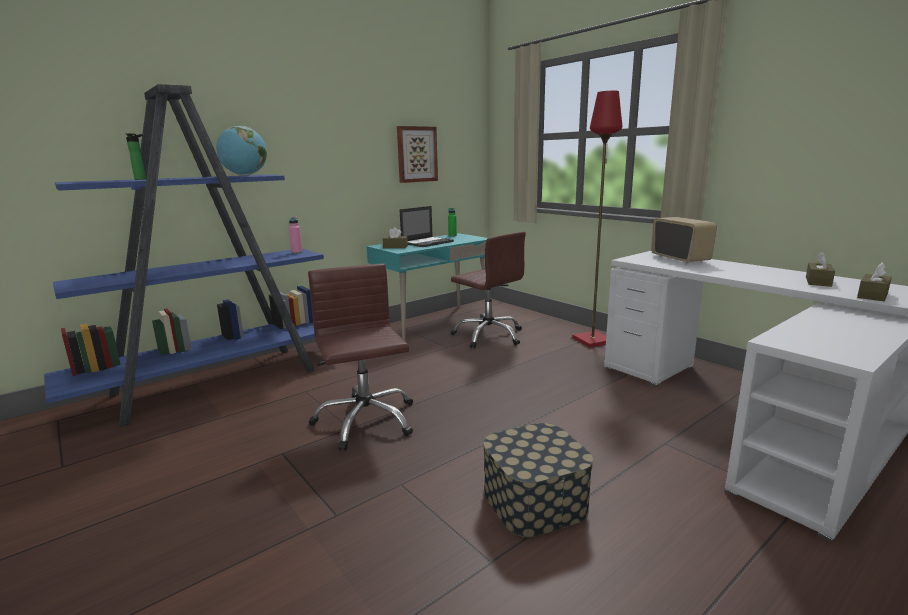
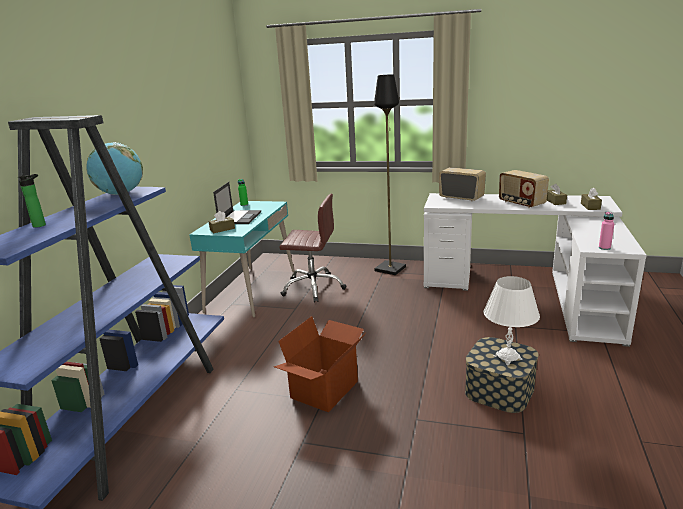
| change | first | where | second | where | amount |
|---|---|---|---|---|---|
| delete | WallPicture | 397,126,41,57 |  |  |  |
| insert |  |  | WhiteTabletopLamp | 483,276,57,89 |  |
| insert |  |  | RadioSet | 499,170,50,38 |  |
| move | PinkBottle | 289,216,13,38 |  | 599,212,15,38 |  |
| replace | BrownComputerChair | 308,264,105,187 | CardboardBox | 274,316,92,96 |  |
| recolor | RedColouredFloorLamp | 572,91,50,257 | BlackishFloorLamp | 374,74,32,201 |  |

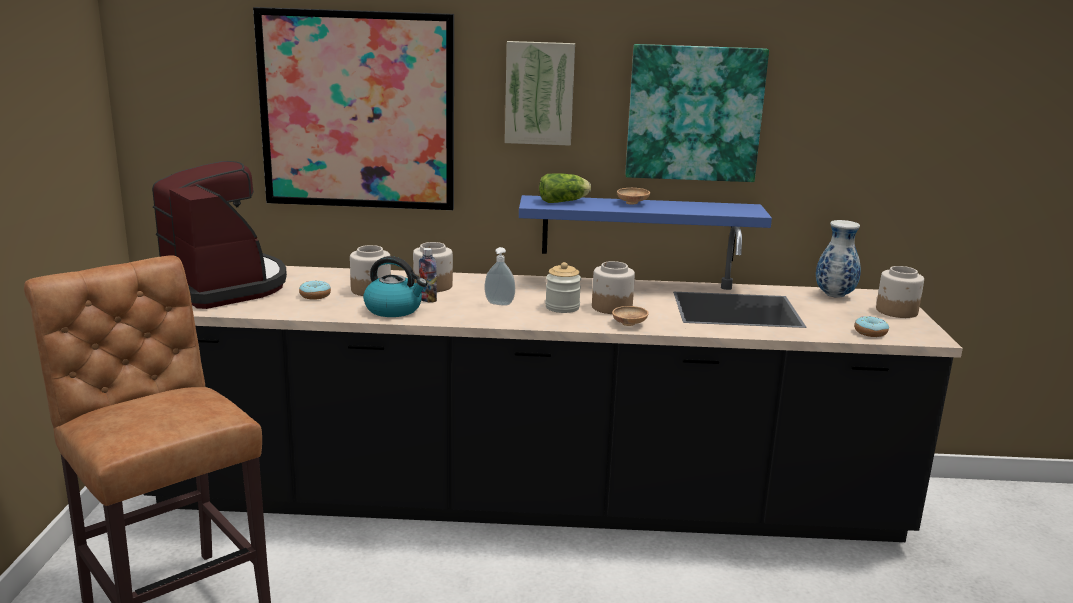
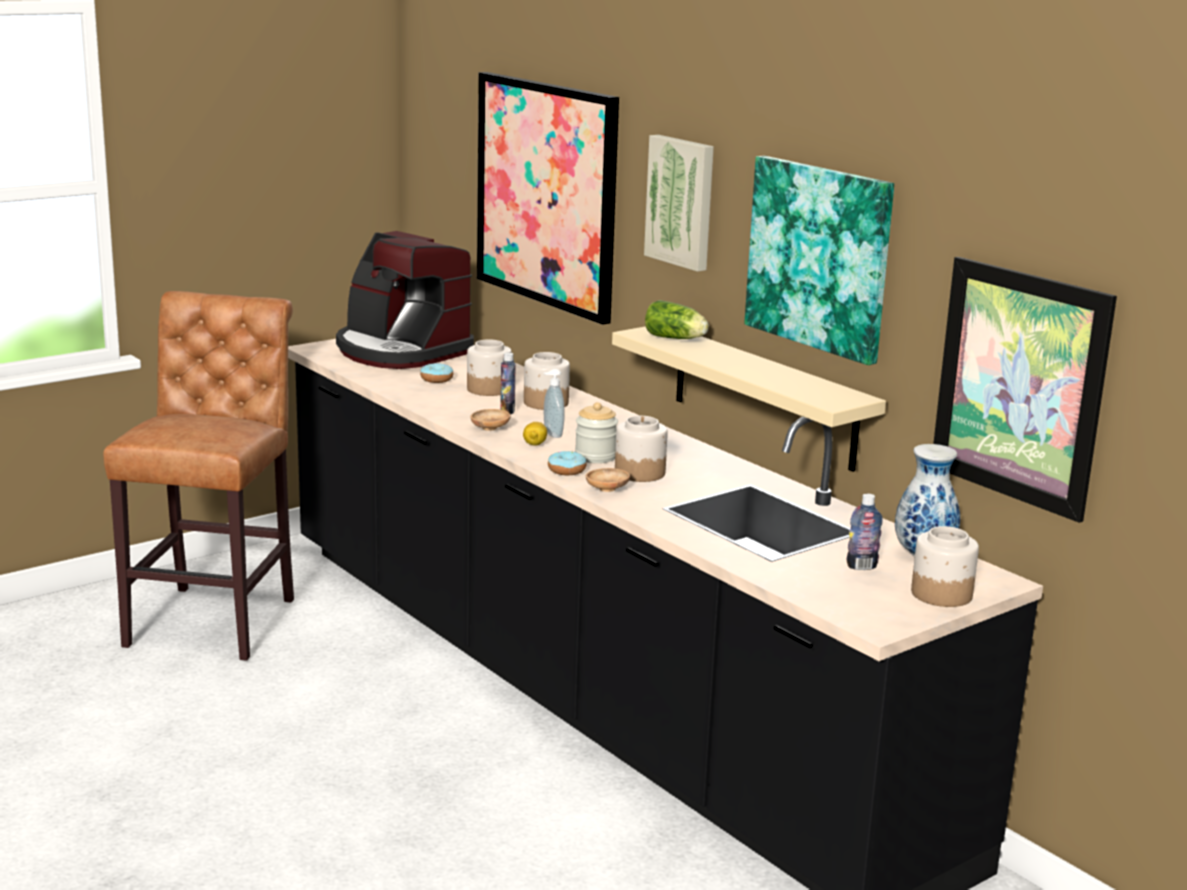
| change | first | where | second | where | amount |
|---|---|---|---|---|---|
| delete | TeaKettle | 363,256,64,61 |  |  |  |
| insert |  |  | Lemon | 523,422,24,24 |  |
| insert |  |  | Bottle | 847,494,36,76 |  |
| insert |  |  | WallPicture | 933,257,184,266 |  |
| move | BrownBowl | 617,188,33,17 |  | 470,409,41,22 |  |
| move | Donut | 854,316,35,21 |  | 548,451,38,24 |  |
| recolor | BlueColouredShelf | 519,195,253,66 | BeigeColouredShelf | 612,326,274,146 |  |
| rotate | CoffeeMaker | 152,161,135,148 |  | 336,231,138,138 | 120 degrees clockwise |

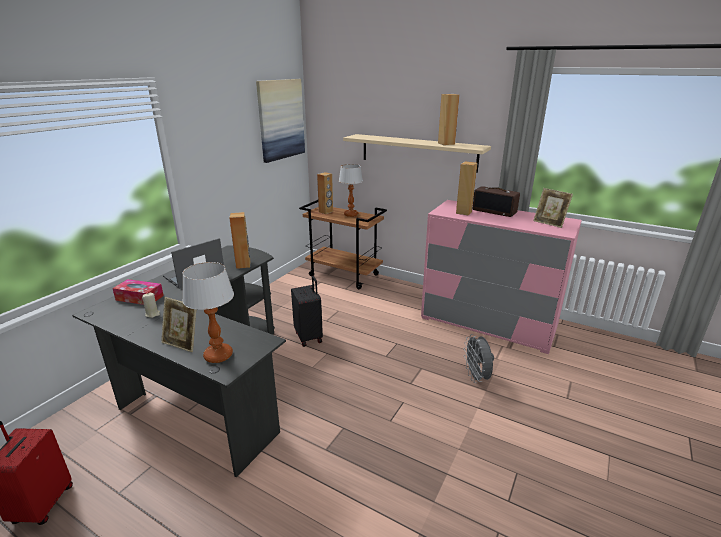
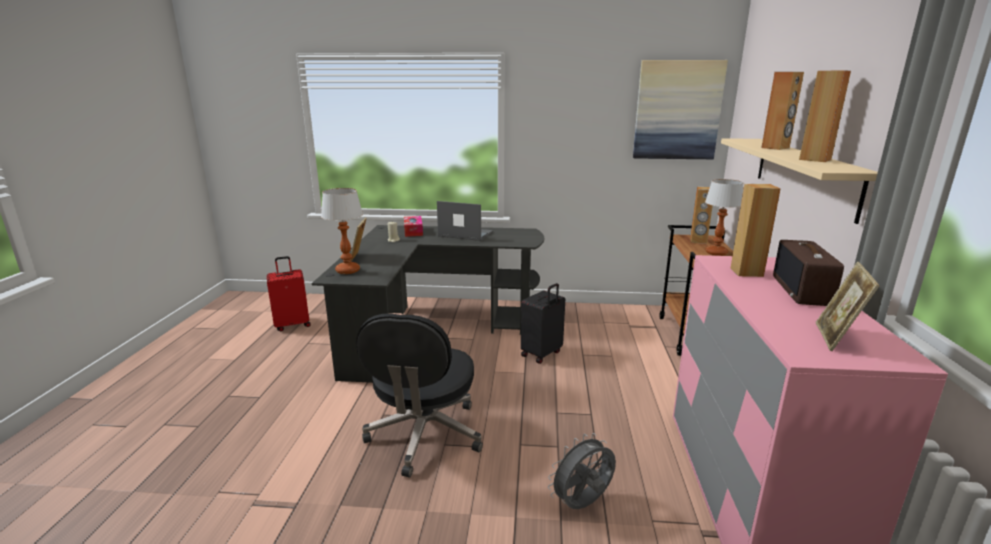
| change | first | where | second | where | amount |
|---|---|---|---|---|---|
| insert |  |  | BlackishComputerChair | 356,313,127,165 |  |
| move | BrownSpeaker | 229,212,21,57 |  | 761,72,43,78 |  |

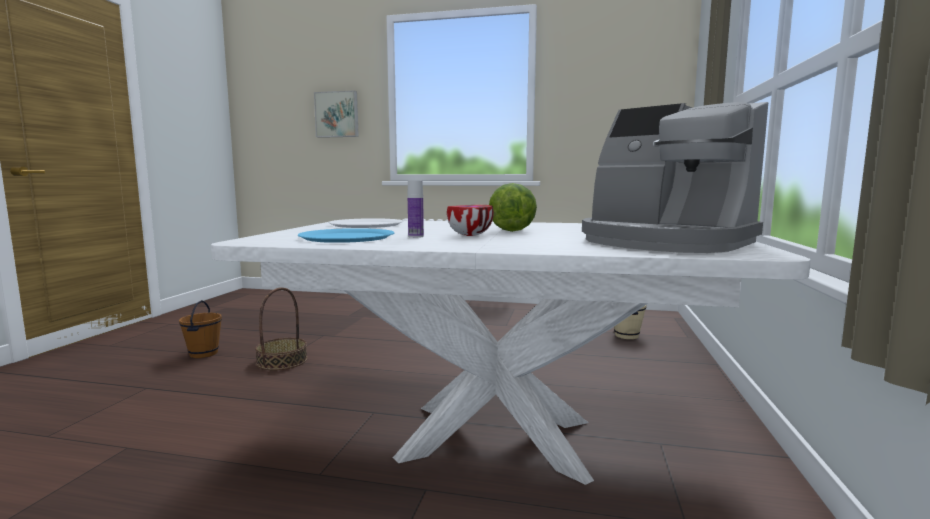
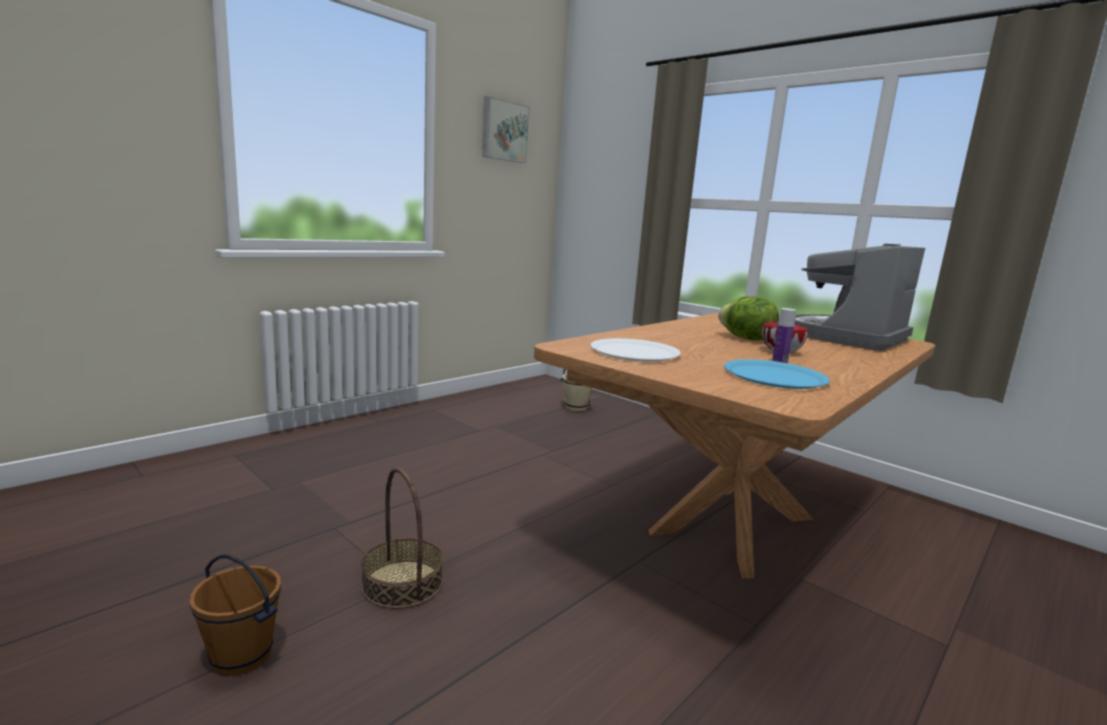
| change | first | where | second | where | amount |
|---|---|---|---|---|---|
| move | WallPicture | 314,90,45,48 |  | 482,96,48,67 |  |
| recolor | WhiteDiningTable | 211,220,600,265 | BrownDiningTable | 534,313,401,265 |  |
| rotate | CoffeeMaker | 582,102,186,151 |  | 794,244,131,107 | 150 degrees clockwise |

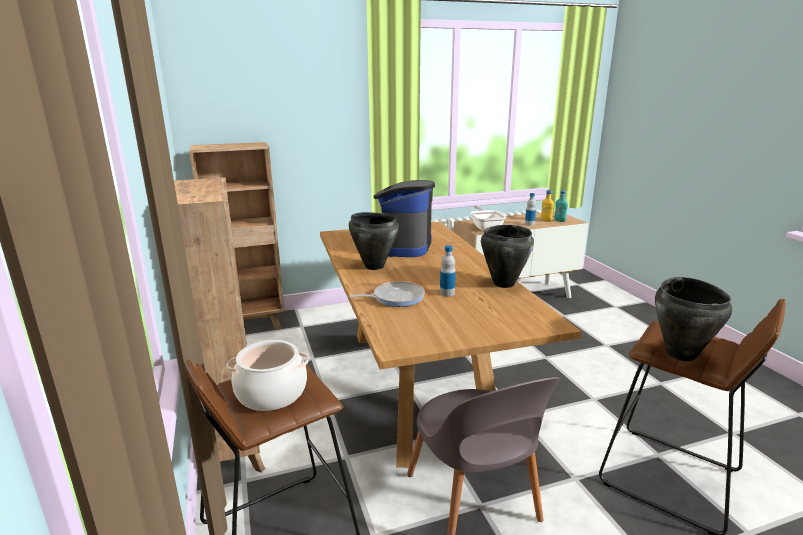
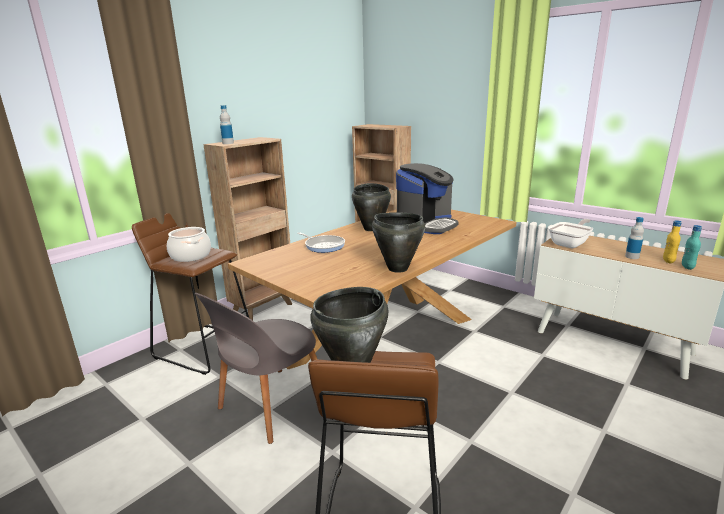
| change | first | where | second | where | amount |
|---|---|---|---|---|---|
| move | Bottle | 440,245,16,51 |  | 220,105,14,39 |  |
| rotate | CoffeeMaker | 373,180,62,77 |  | 396,163,63,71 | 150 degrees clockwise |

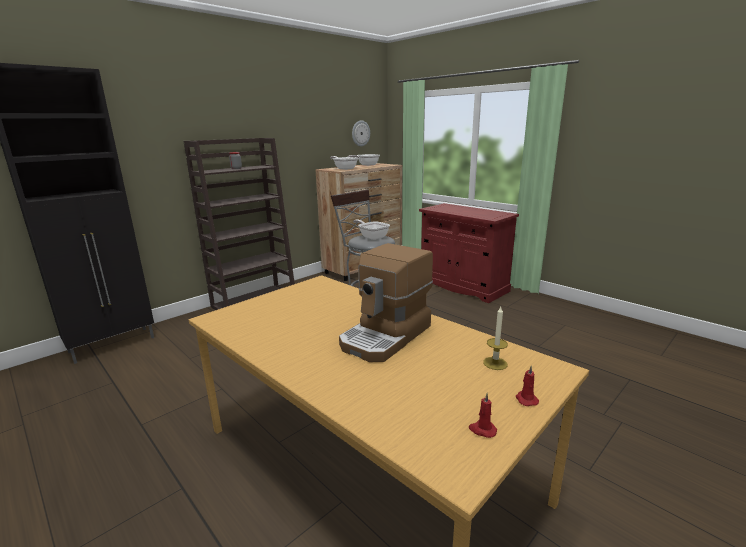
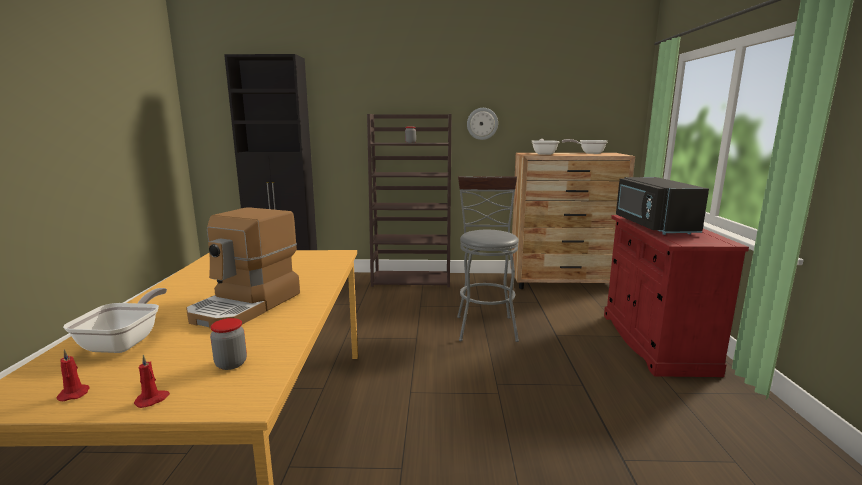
| change | first | where | second | where | amount |
|---|---|---|---|---|---|
| insert |  |  | BlackishKitchenMicrowave | 616,177,93,58 |  |
| move | HangingClock | 352,120,18,26 |  | 467,108,31,32 |  |
| move | Skillet | 353,220,37,20 |  | 63,288,104,65 |  |
| replace | WaxCandle | 483,307,25,63 | StorageJar | 210,318,37,52 |  |
| rotate | CoffeeMaker | 339,243,94,119 |  | 186,207,114,121 | 60 degrees counterclockwise |

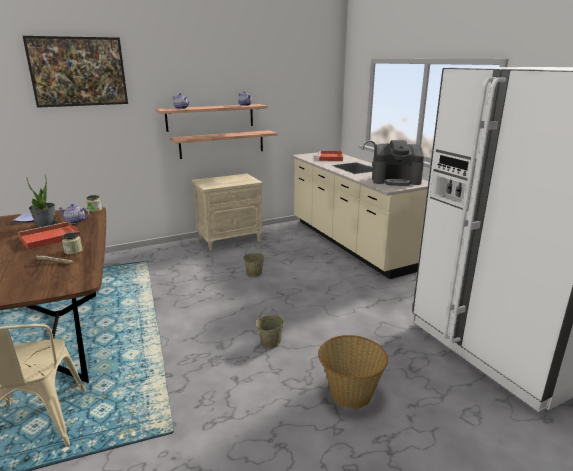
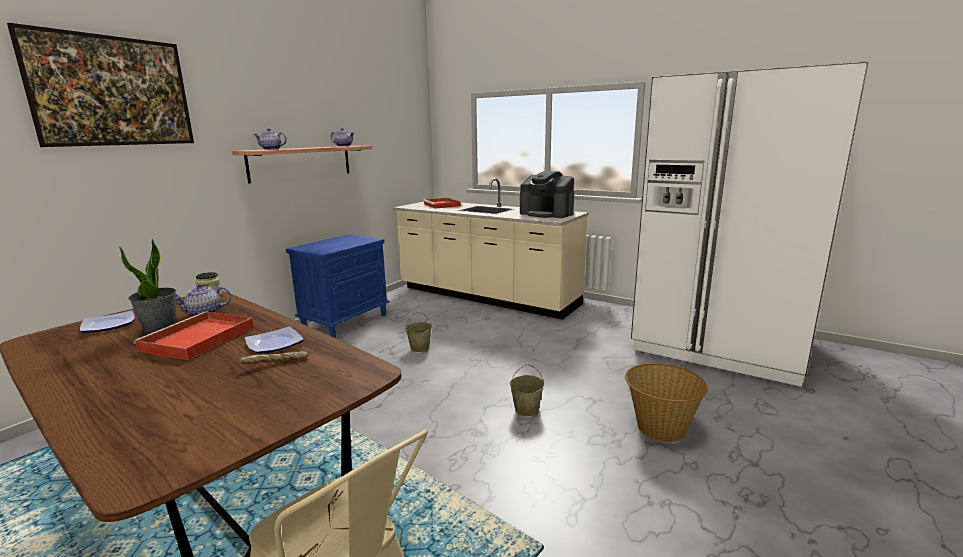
| change | first | where | second | where | amount |
|---|---|---|---|---|---|
| delete | Shelf | 170,130,108,29 |  |  |  |
| replace | StorageJar | 62,232,20,22 | FlatDish | 245,326,59,28 |  |
| recolor | BeigeColouredNightstand | 192,174,73,77 | BlueColouredNightstand | 286,234,104,104 |  |
| rotate | CoffeeMaker | 372,140,52,46 |  | 520,171,54,47 | 60 degrees clockwise |

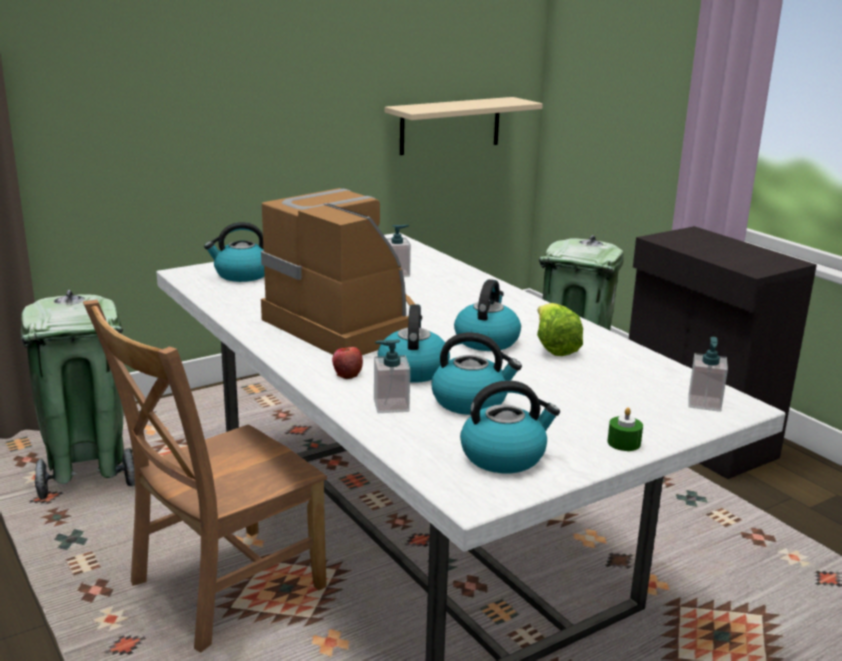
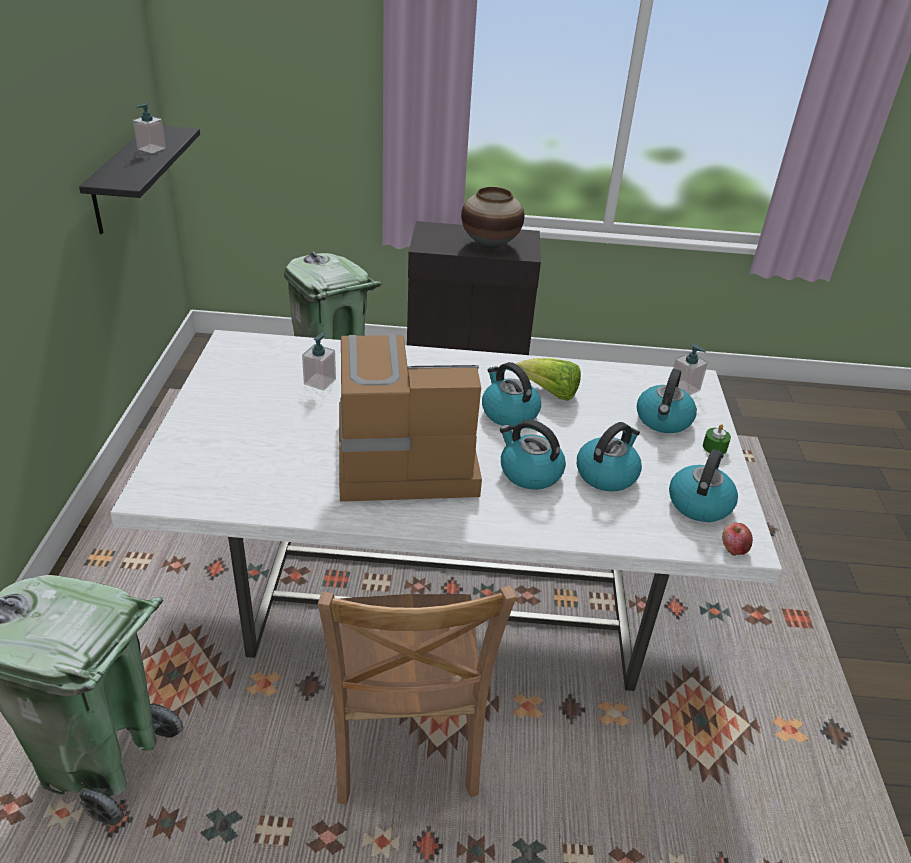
| change | first | where | second | where | amount |
|---|---|---|---|---|---|
| insert |  |  | Vase | 461,187,64,62 |  |
| move | TeaKettle | 204,222,61,60 |  | 637,369,60,64 |  |
| move | AppleFruit | 332,347,31,32 |  | 722,523,31,33 |  |
| move | SoapDispenser | 374,339,36,74 |  | 132,103,34,50 |  |
| recolor | BeigeColouredShelf | 385,97,158,58 | BlackishShelf | 79,126,121,108 |  |

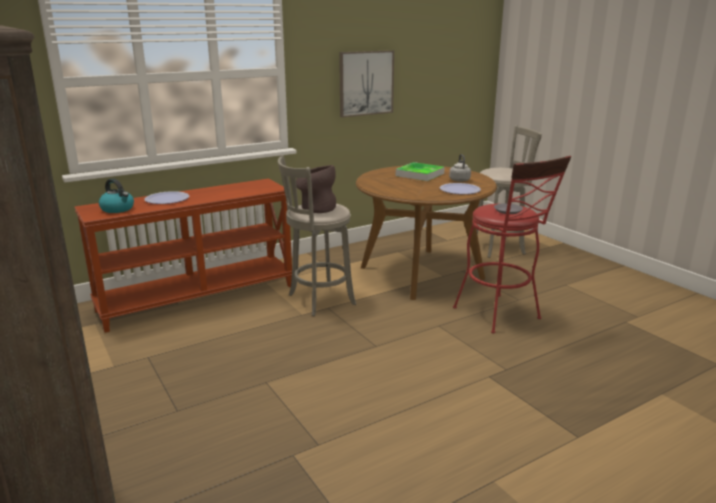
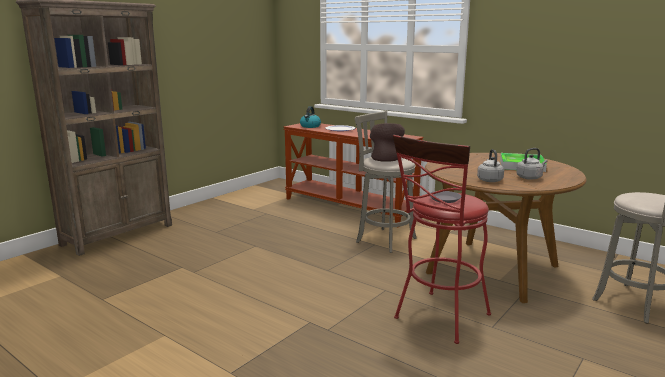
| change | first | where | second | where | amount |
|---|---|---|---|---|---|
| delete | WallPicture | 339,50,55,67 |  |  |  |
| replace | FlatDish | 440,183,41,11 | GreyTeaKettle | 477,149,27,33 |  |

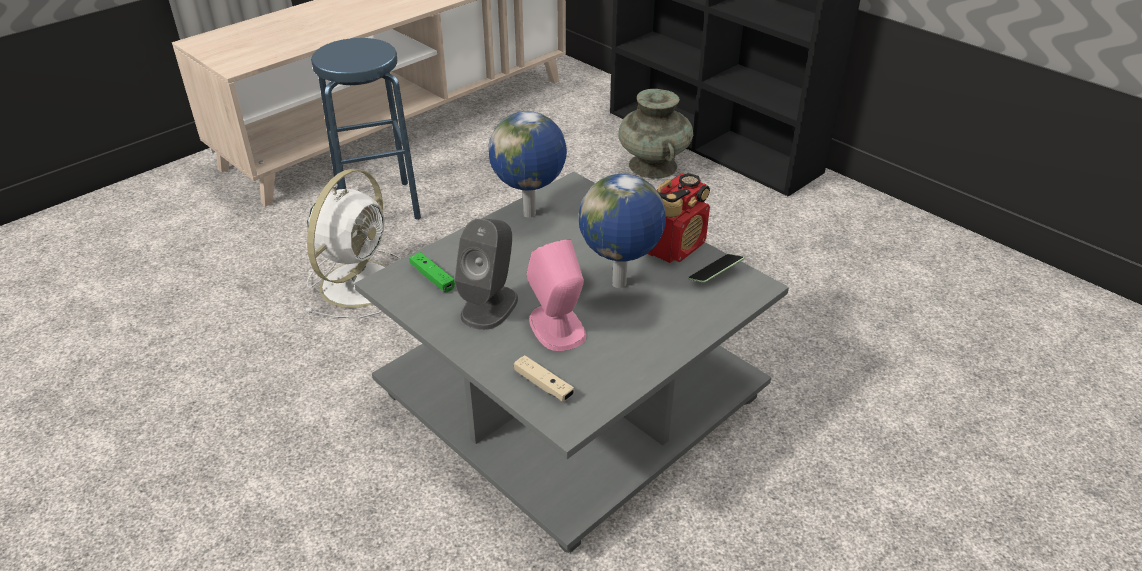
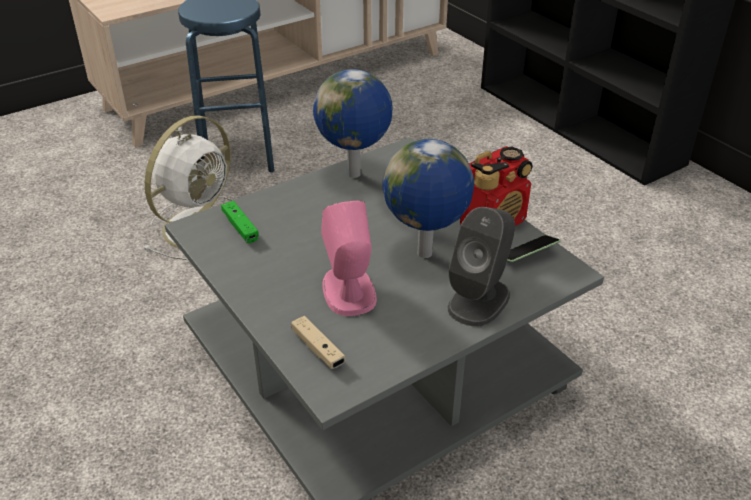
| change | first | where | second | where | amount |
|---|---|---|---|---|---|
| delete | TurquoiseVase | 618,89,75,90 |  |  |  |
| move | GreySpeaker | 454,218,64,112 |  | 448,207,67,120 |  |

